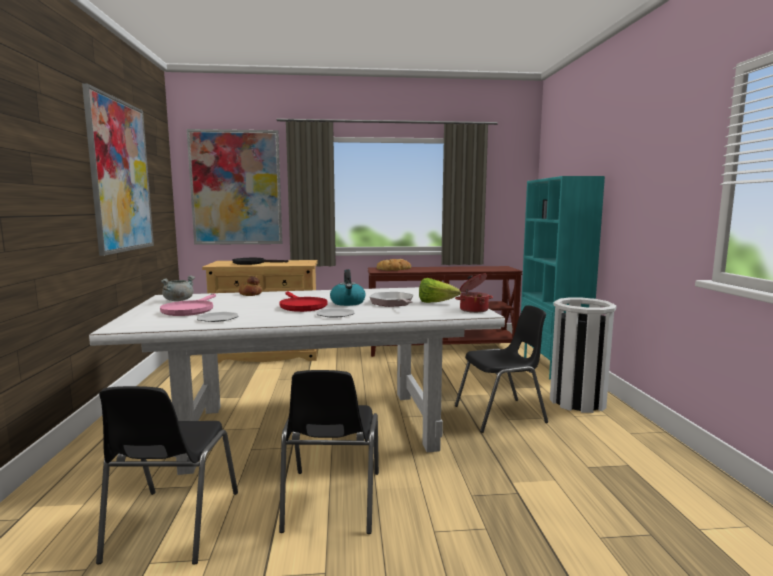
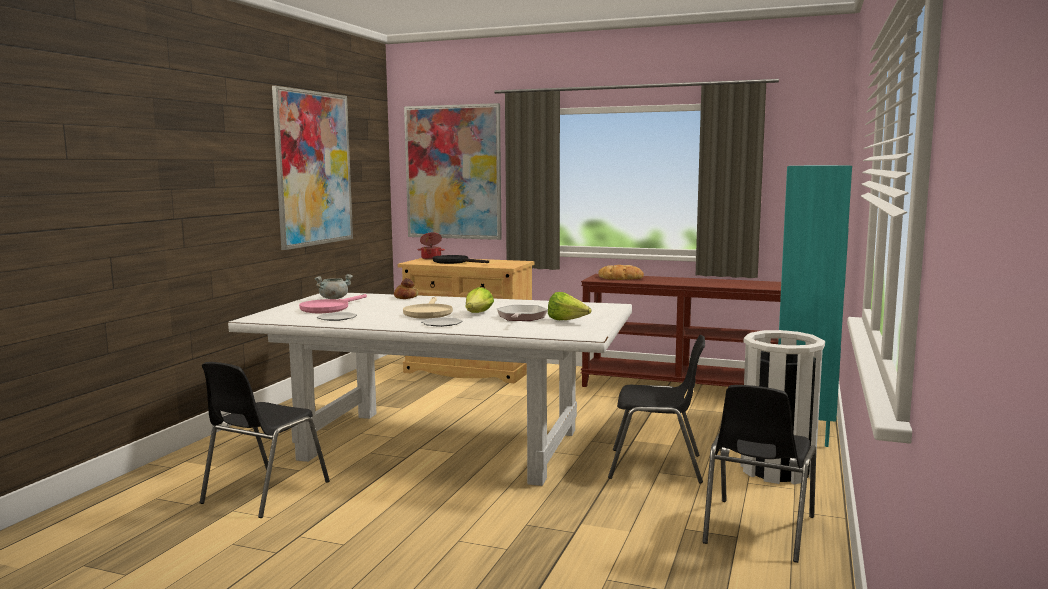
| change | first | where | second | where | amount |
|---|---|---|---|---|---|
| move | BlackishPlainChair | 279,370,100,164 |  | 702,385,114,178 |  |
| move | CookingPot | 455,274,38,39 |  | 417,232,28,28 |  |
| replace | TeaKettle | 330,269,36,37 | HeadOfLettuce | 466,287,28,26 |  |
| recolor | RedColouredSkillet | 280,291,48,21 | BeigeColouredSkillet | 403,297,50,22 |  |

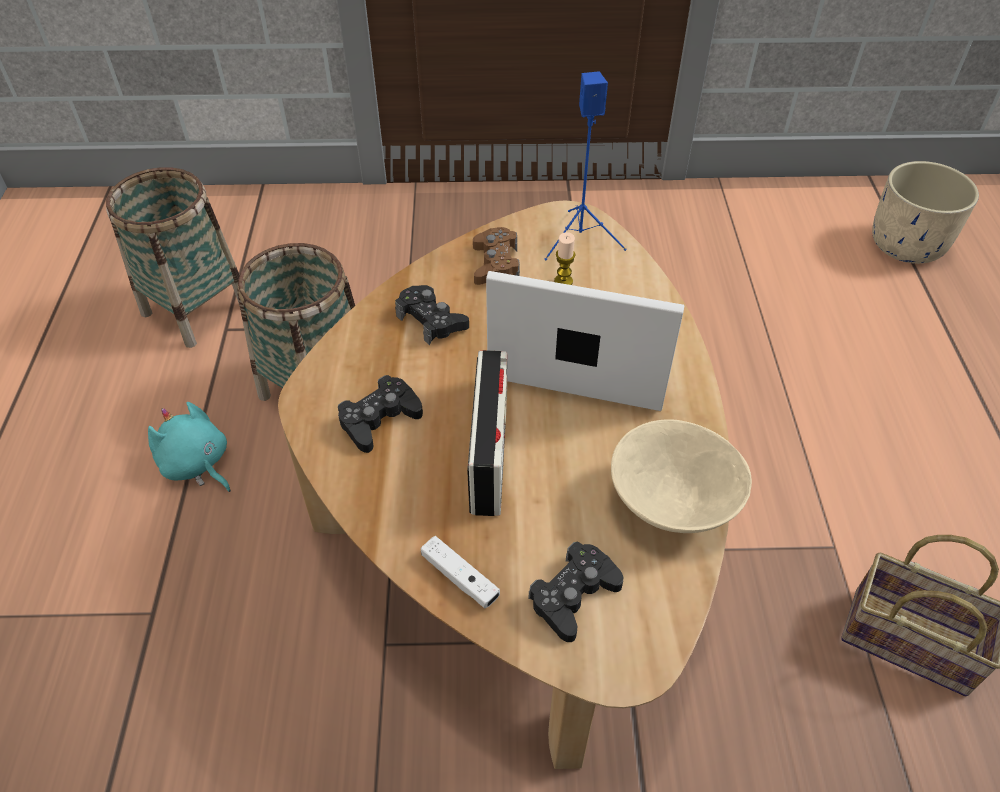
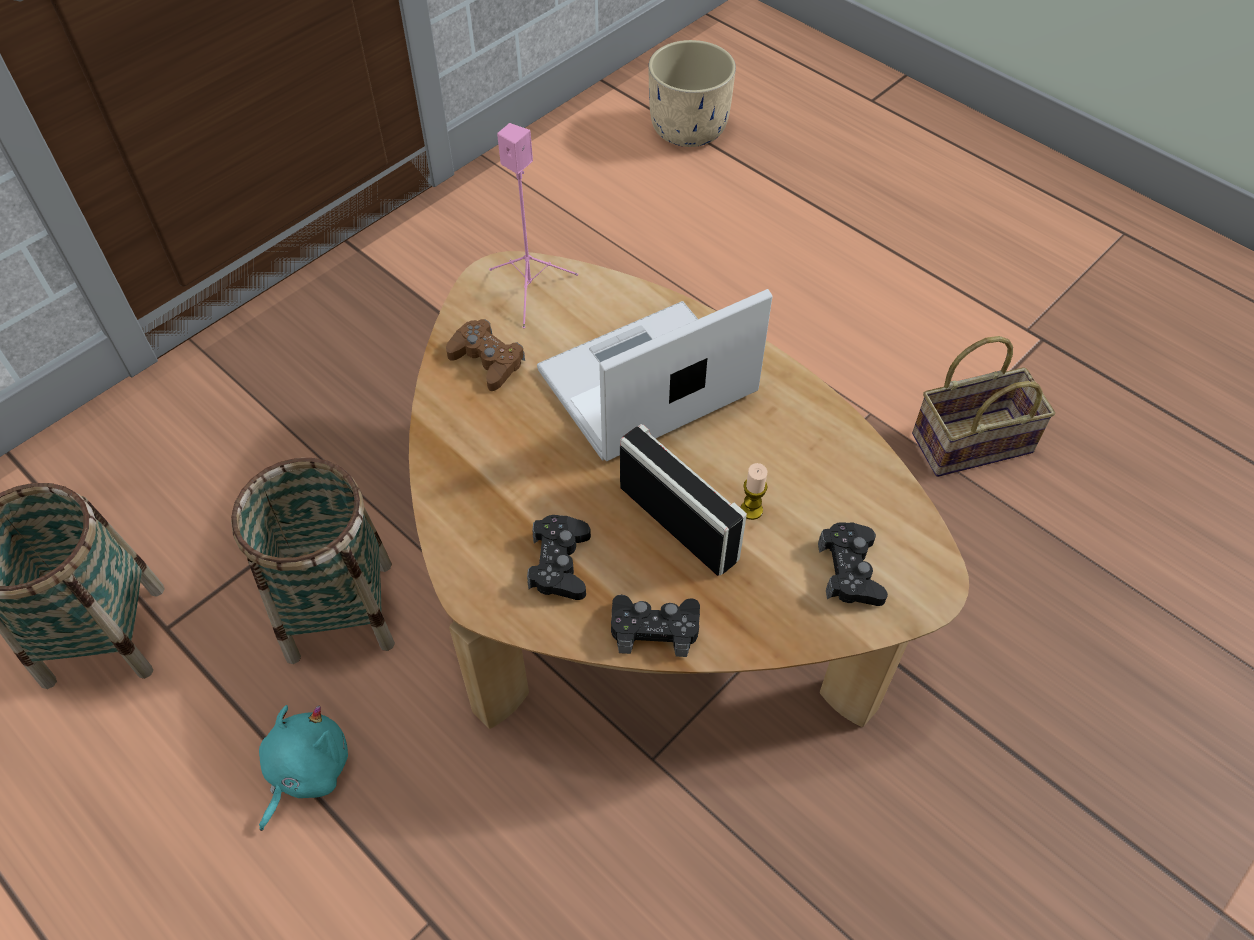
| change | first | where | second | where | amount |
|---|---|---|---|---|---|
| delete | WhiteGameController | 421,536,79,73 |  |  |  |
| delete | BeigeColouredBowl | 611,419,141,114 |  |  |  |
| move | BlackishGameController | 395,285,74,60 |  | 611,595,89,62 |  |
| move | WaxCandle | 554,232,22,53 |  | 741,463,26,57 |  |
| recolor | BlueColouredSpeaker | 545,71,81,189 | PinkSpeaker | 489,123,89,205 |  |
| rotate | TurquoisePlushToy | 148,402,83,90 |  | 259,705,89,126 | 120 degrees clockwise |

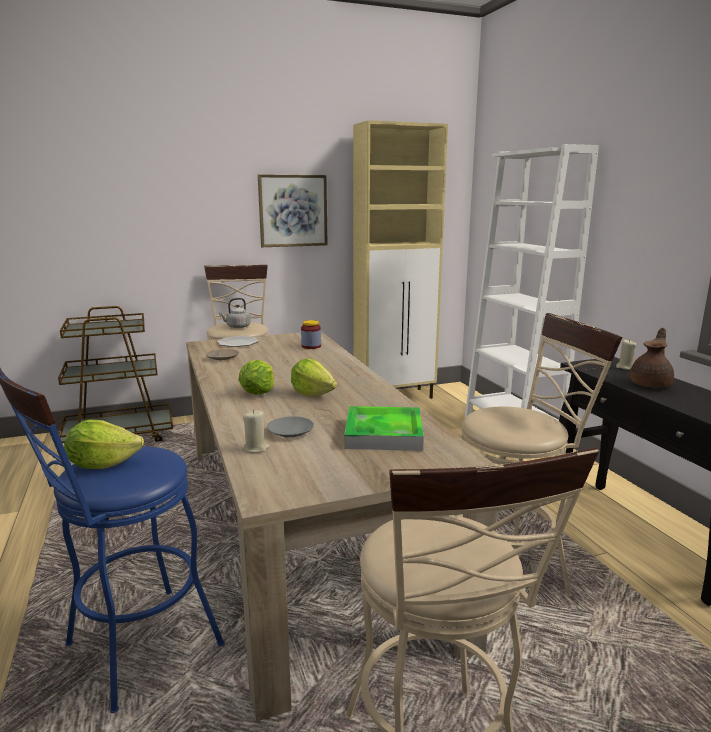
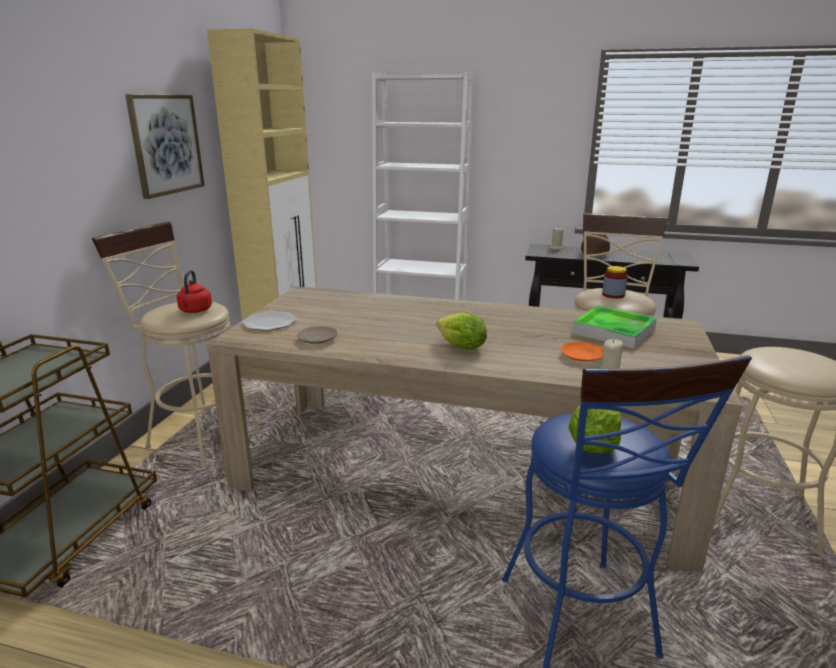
| change | first | where | second | where | amount |
|---|---|---|---|---|---|
| delete | HeadOfLettuce | 291,359,46,38 |  |  |  |
| move | StorageJar | 301,320,20,29 |  | 602,266,26,32 |  |
| recolor | GreyTeaKettle | 219,298,32,30 | RedColouredTeaKettle | 176,270,36,43 |  |
| recolor | GreyFlatDish | 267,416,47,21 | OrangeyFlatDish | 561,342,42,20 |  |

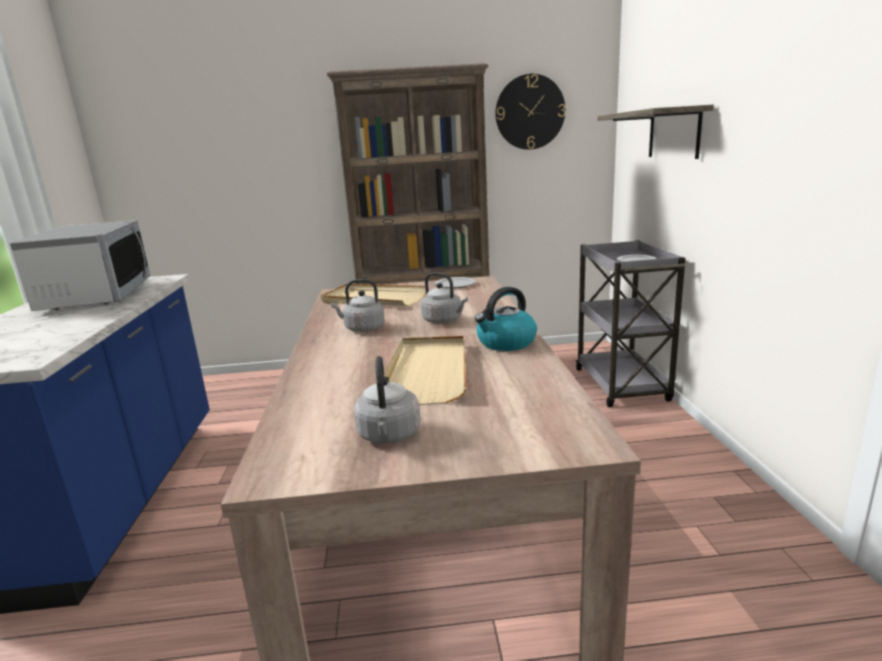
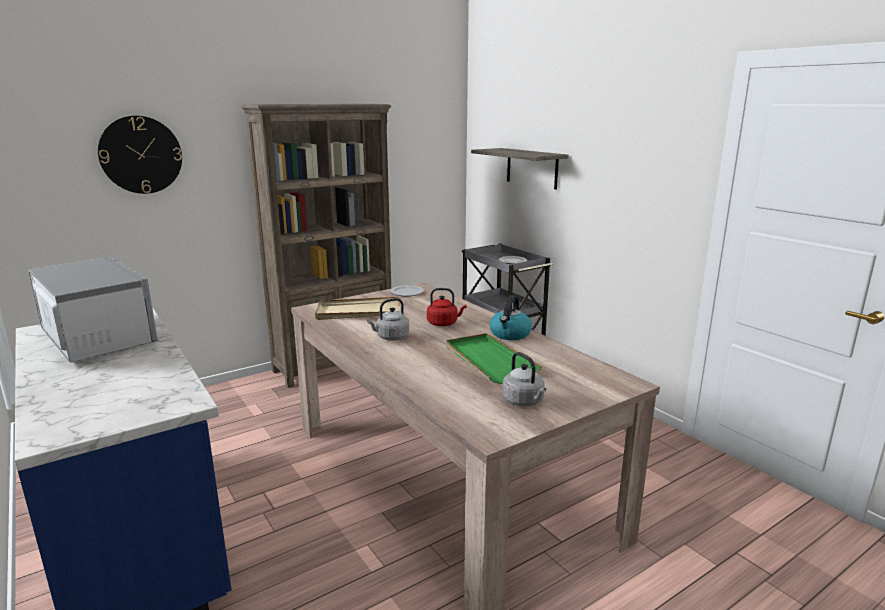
| change | first | where | second | where | amount |
|---|---|---|---|---|---|
| move | HangingClock | 495,74,71,76 |  | 98,116,84,78 |  |
| recolor | BeigeColouredServingTray | 384,336,82,69 | GreenColouredServingTray | 446,333,96,51 |  |
| recolor | GreyTeaKettle | 421,272,47,51 | RedColouredTeaKettle | 427,288,40,38 |  |

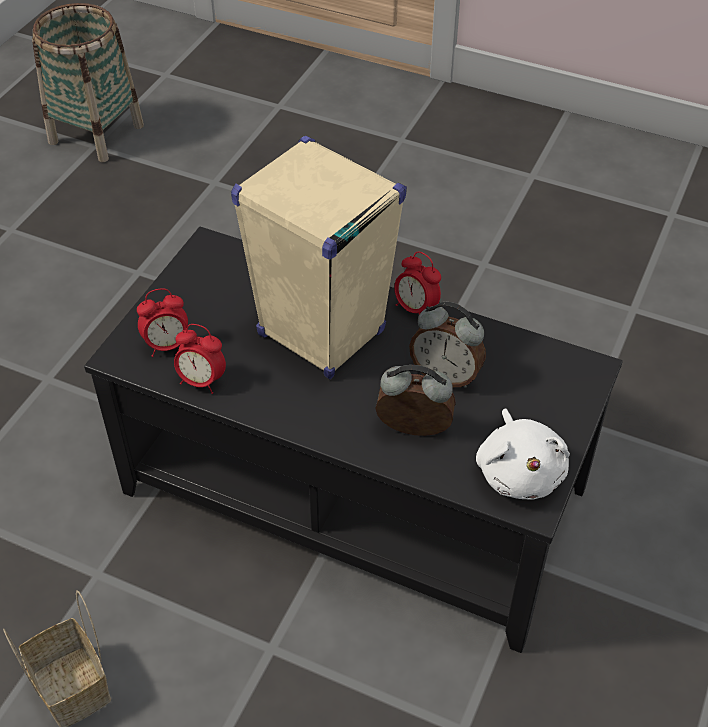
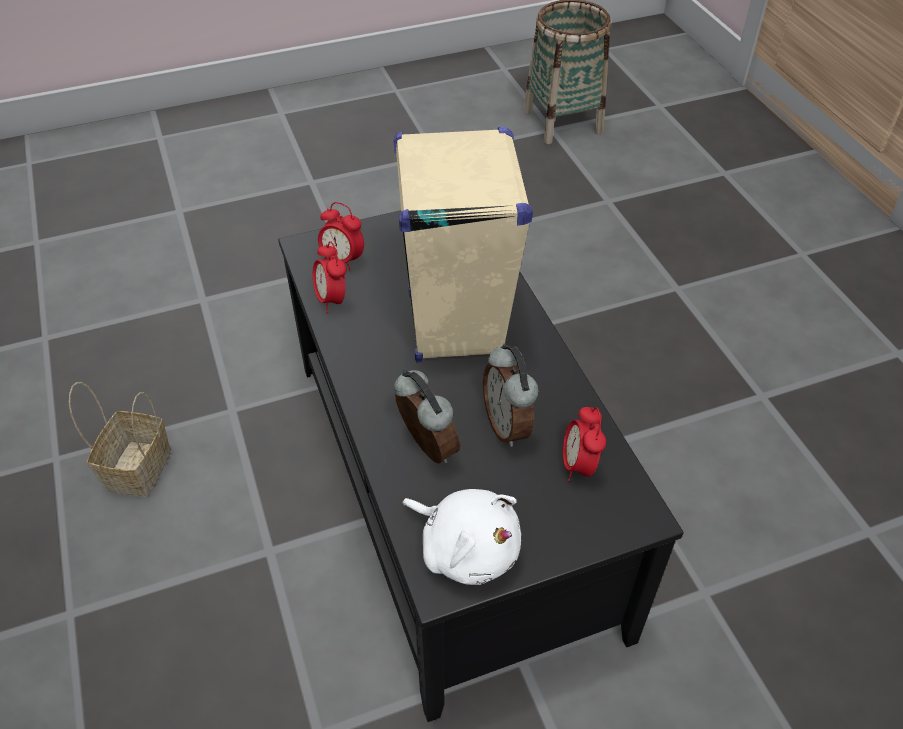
| change | first | where | second | where | amount |
|---|---|---|---|---|---|
| move | BedsideClock | 394,252,47,63 |  | 563,407,43,74 |  |
| rotate | WhitePlushToy | 476,409,94,91 |  | 402,489,119,96 | 90 degrees counterclockwise |

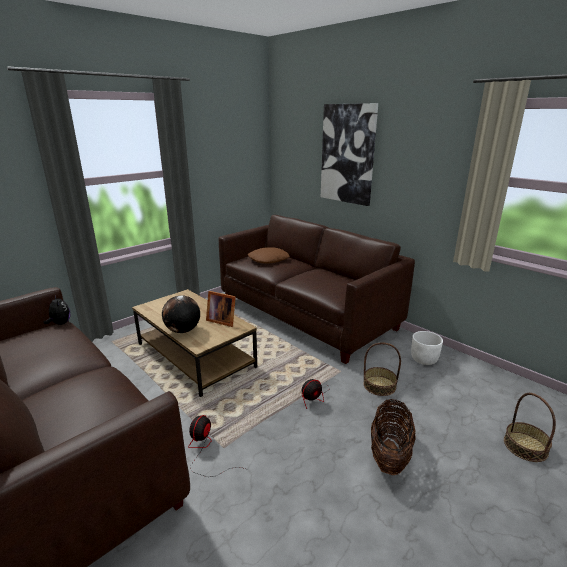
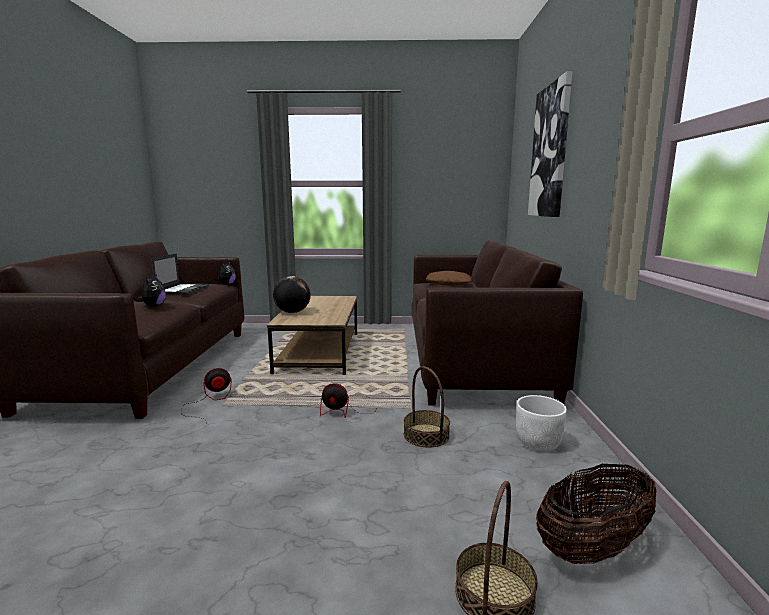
| change | first | where | second | where | amount |
|---|---|---|---|---|---|
| delete | PictureFrame | 206,291,30,36 |  |  |  |
| insert |  |  | PlushToy | 134,274,32,33 |  |
| insert |  |  | PortableComputer | 151,253,58,41 |  |
| move | Basket | 371,399,45,76 |  | 536,464,120,100 |  |

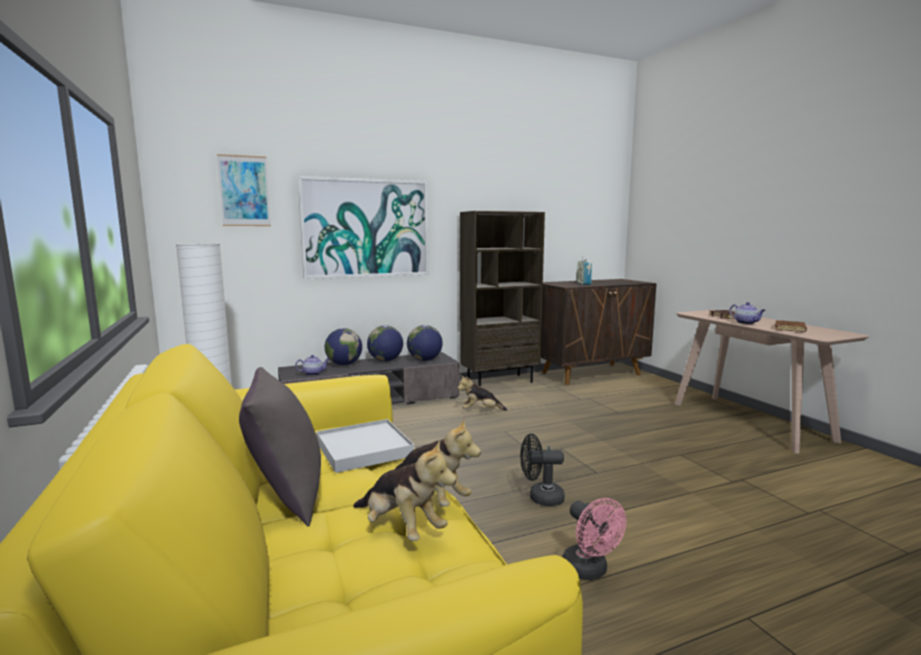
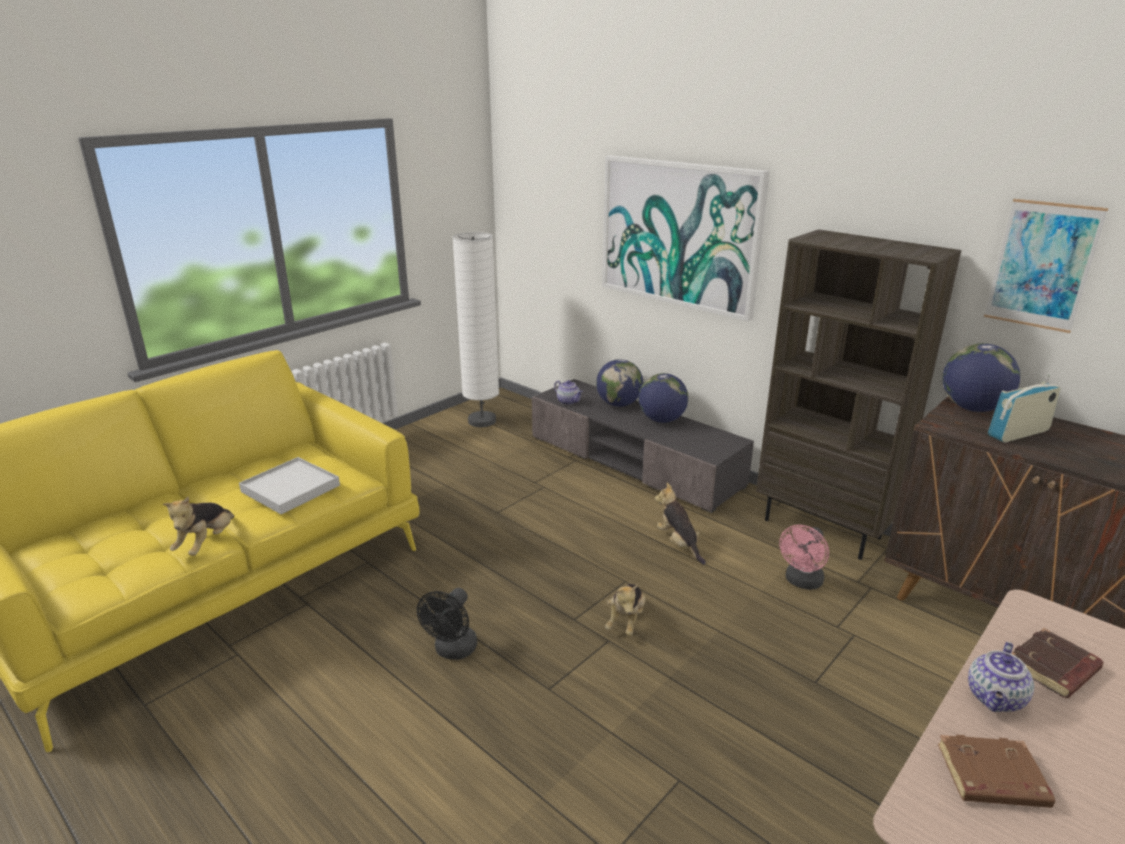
| change | first | where | second | where | amount |
|---|---|---|---|---|---|
| delete | GreyCushion | 239,367,82,159 |  |  |  |
| move | WallPicture | 217,154,54,72 |  | 984,199,125,134 |  |
| move | PlushToy | 353,439,104,102 |  | 605,584,40,52 |  |
| move | Globe | 407,325,36,36 |  | 942,343,78,69 |  |
| move | PinkElectricFan | 562,498,64,82 |  | 779,525,50,65 |  |
| rotate | BlackishElectricFan | 520,434,45,72 |  | 417,588,60,72 | 135 degrees counterclockwise |

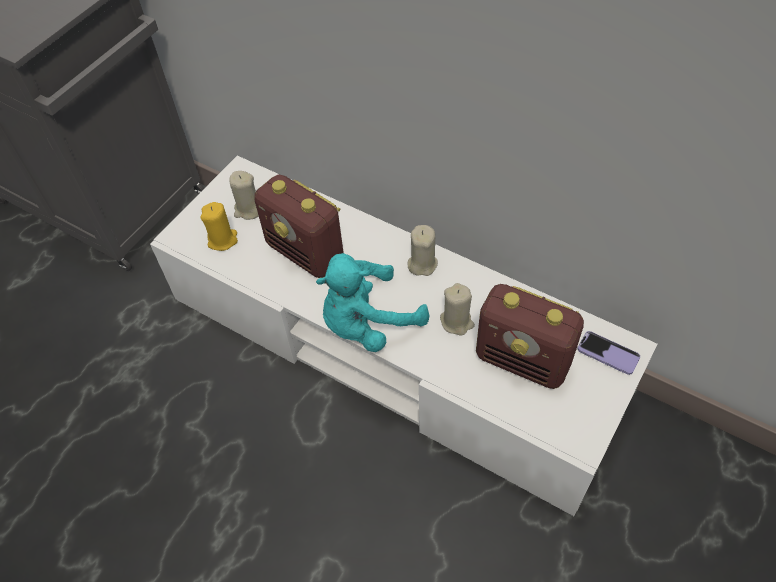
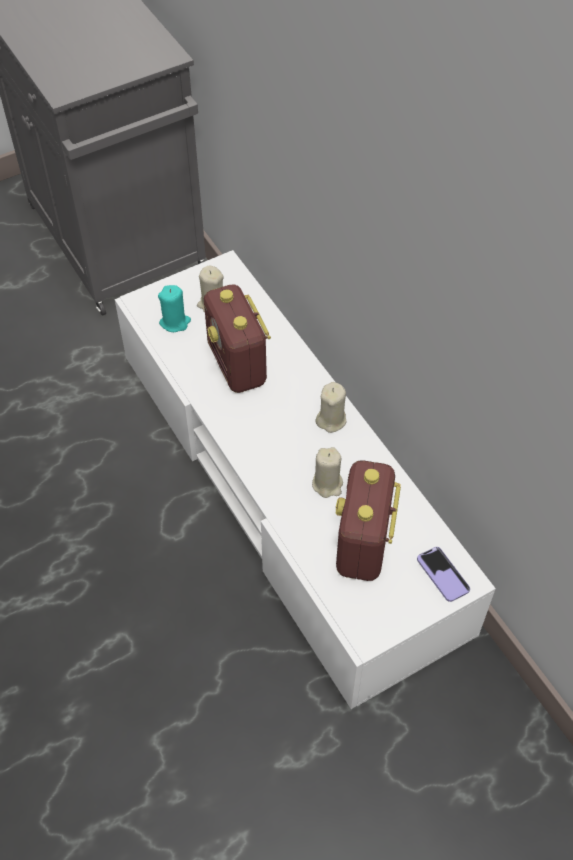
| change | first | where | second | where | amount |
|---|---|---|---|---|---|
| delete | TurquoisePlushToy | 316,253,113,99 |  |  |  |
| recolor | YellowishWaxCandle | 201,202,37,49 | TurquoiseWaxCandle | 158,285,33,47 |  |
| rotate | RadioSet | 476,284,108,105 |  | 336,460,65,121 | 45 degrees clockwise |

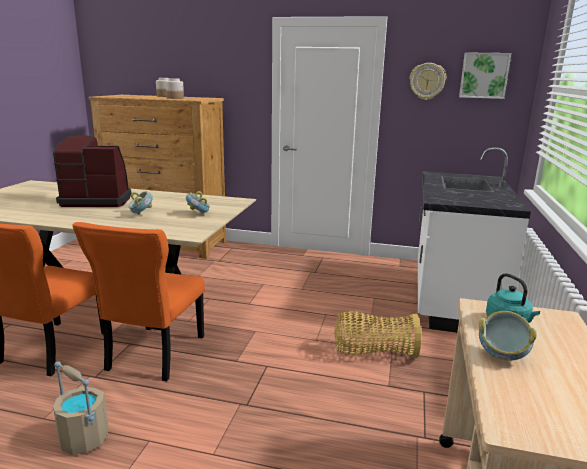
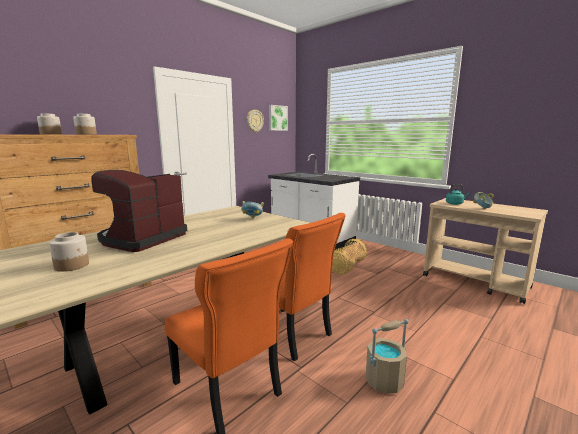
| change | first | where | second | where | amount |
|---|---|---|---|---|---|
| delete | Bowl | 129,191,24,24 |  |  |  |
| insert |  |  | StorageJar | 49,232,40,40 |  |

